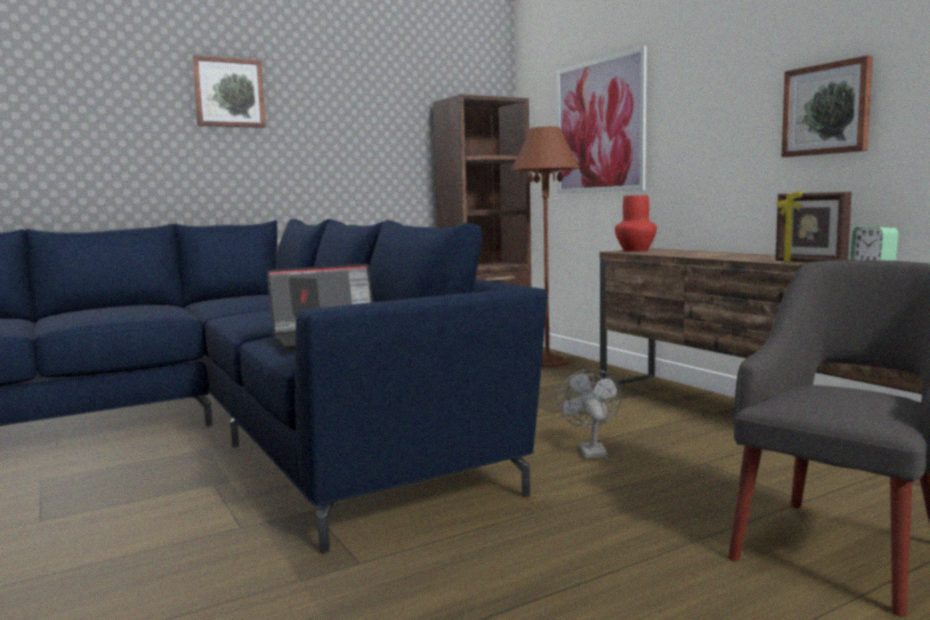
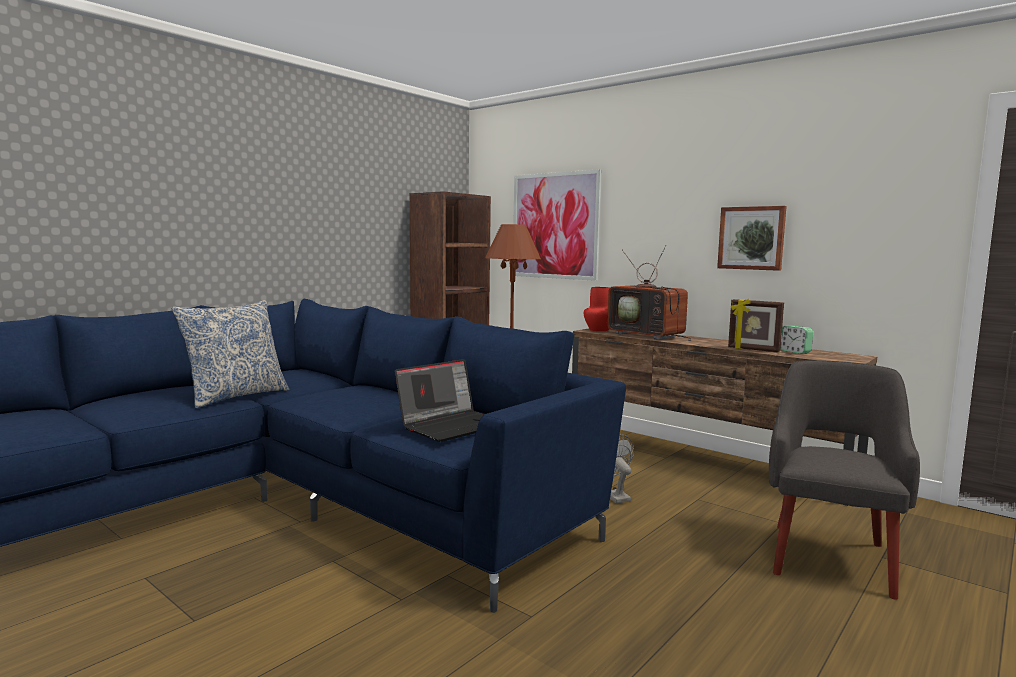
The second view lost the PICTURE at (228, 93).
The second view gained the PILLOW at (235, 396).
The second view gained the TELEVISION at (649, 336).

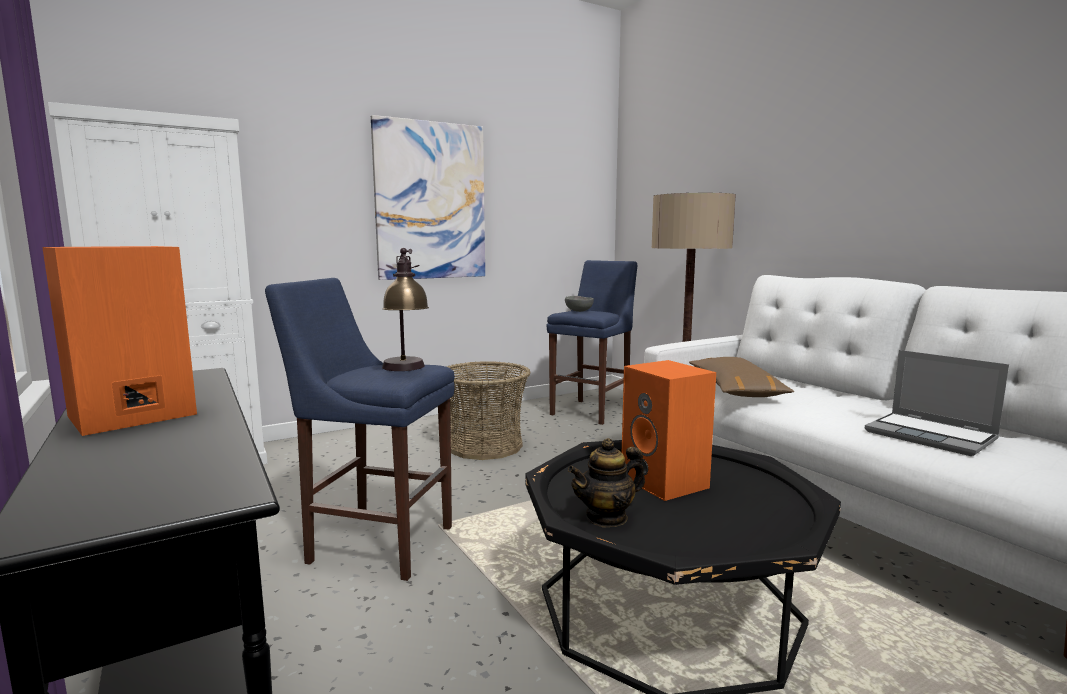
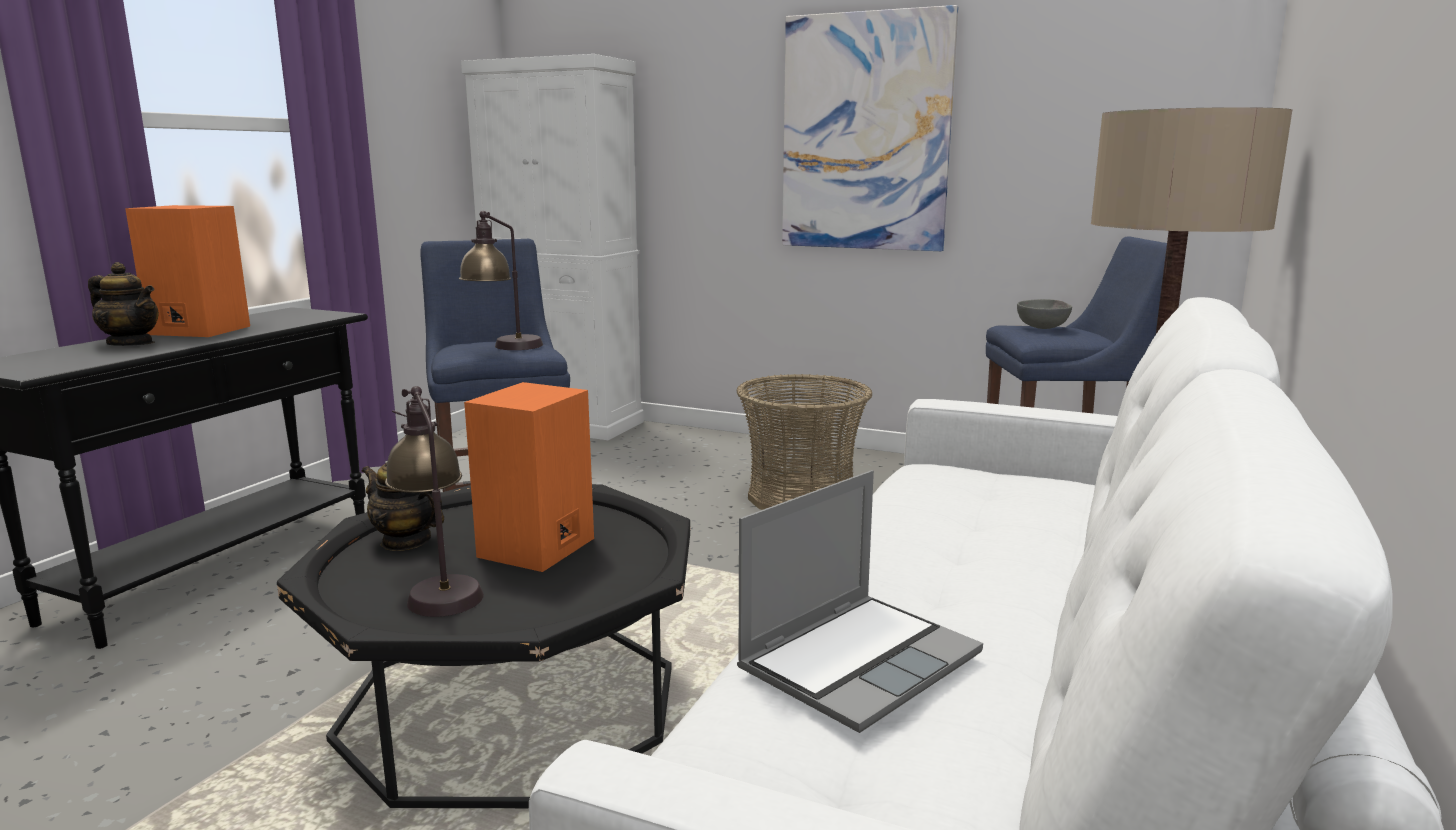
The second view lost the BROWN PILLOW at (735, 390).
The second view gained the TEAPOT at (131, 343).
The second view gained the TABLE LAMP at (438, 588).
The LAPTOP at (932, 436) ended up facing another way, 150 degrees counterclockwise from before.

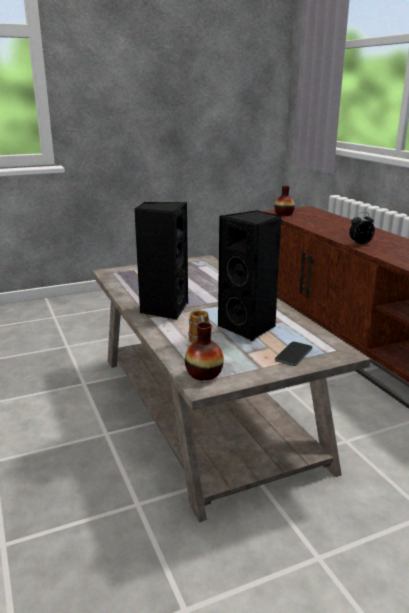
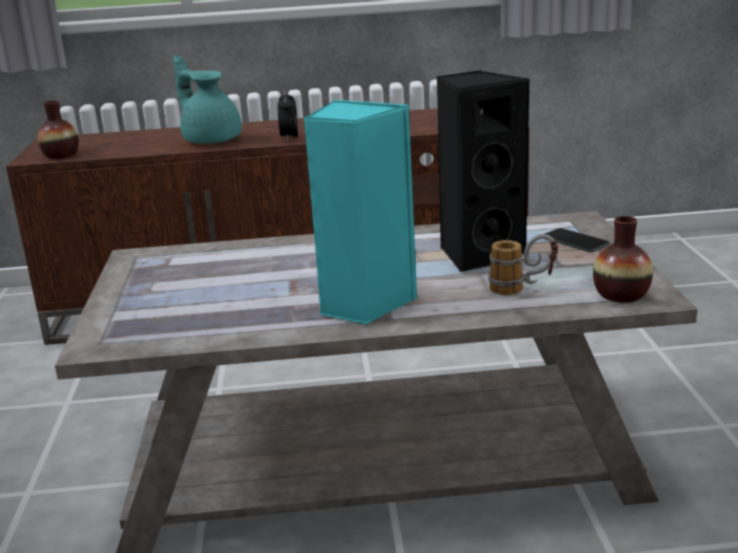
The second view gained the TURQUOISE TEAPOT at (211, 140).
What was the BLACK SPEAKER at (164, 309) turned into the TURQUOISE SPEAKER at (363, 305).

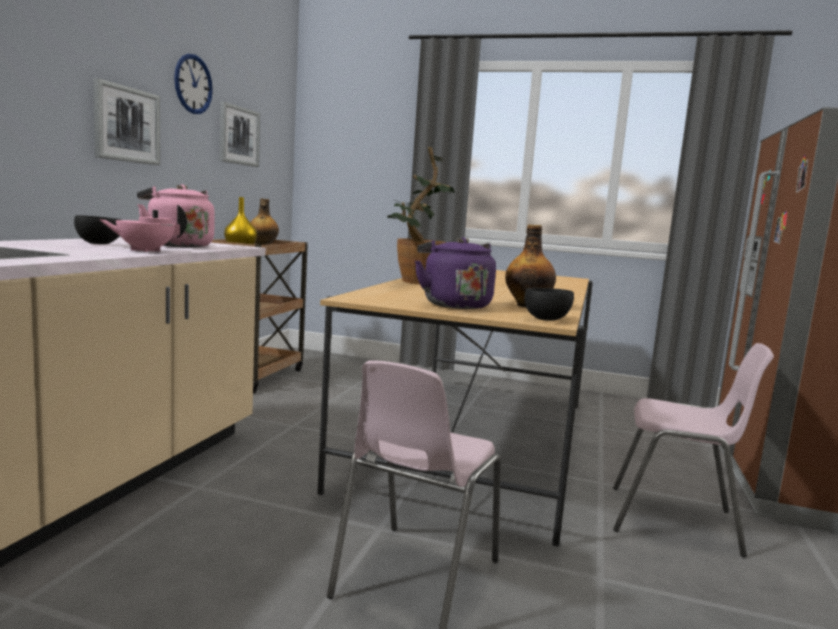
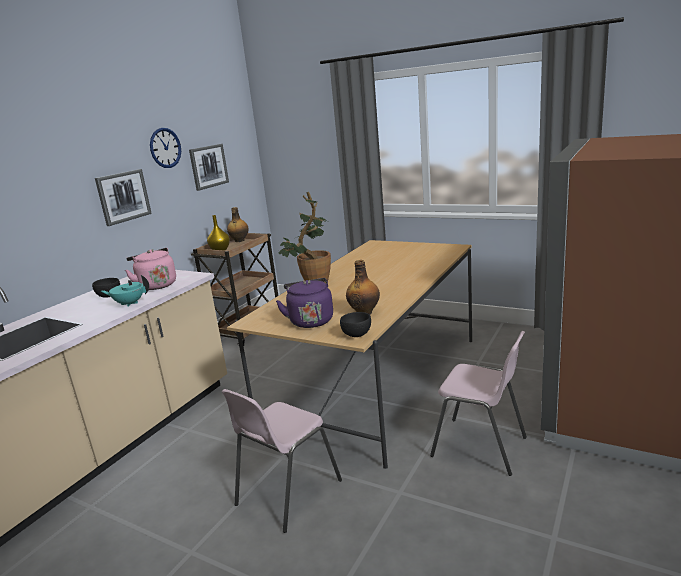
What was the PINK TEAPOT at (145, 250) turned into the TURQUOISE TEAPOT at (129, 303).

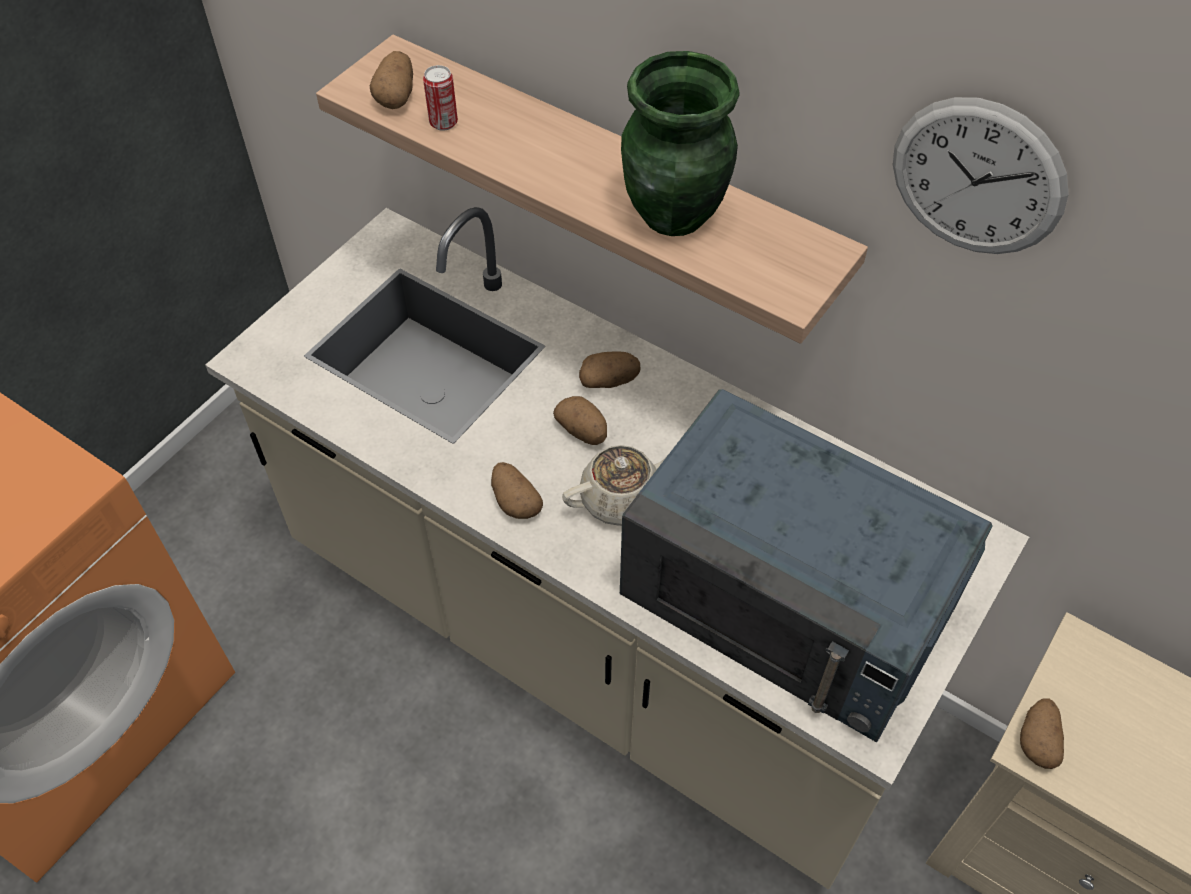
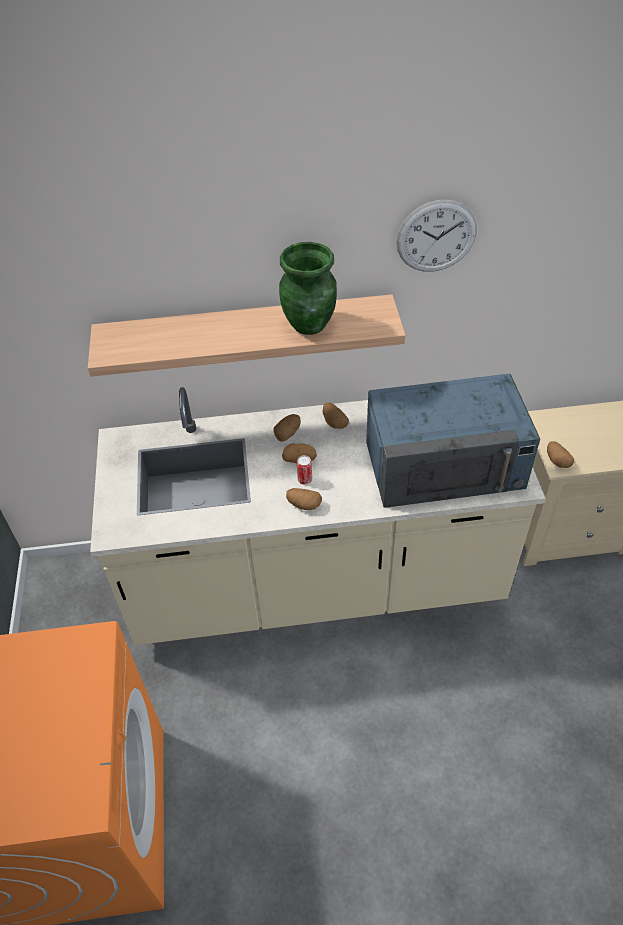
The second view lost the BEIGE TEAPOT at (622, 498).
The POTATO ended up elsewhere, having gone from (396, 96) to (334, 422).
The CAN ended up elsewhere, having gone from (443, 123) to (305, 480).

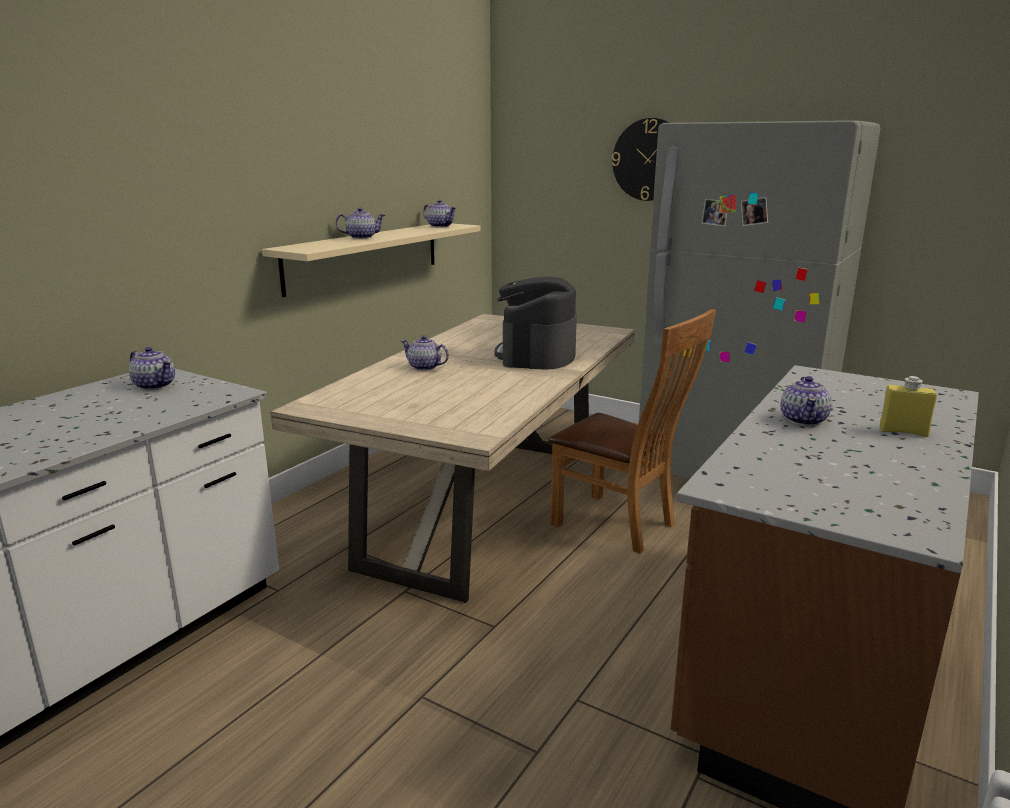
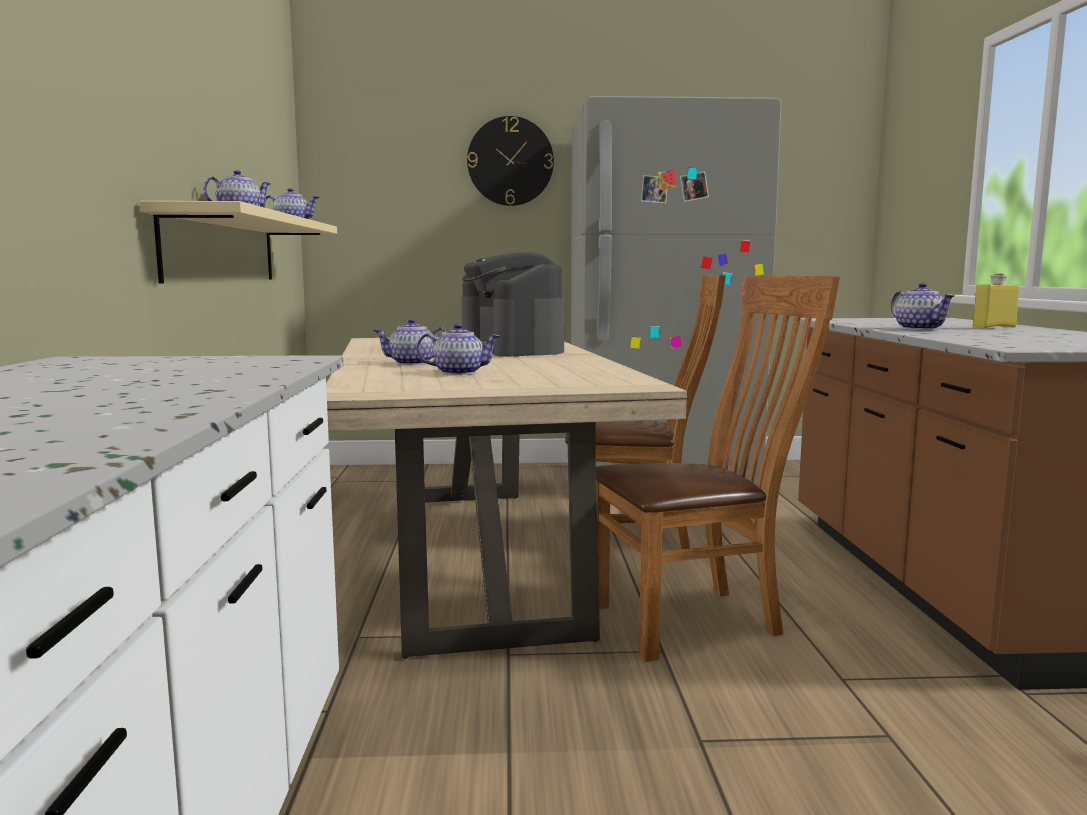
The second view gained the BROWN CHAIR at (696, 619).
The TEAPOT ended up elsewhere, having gone from (154, 385) to (458, 372).

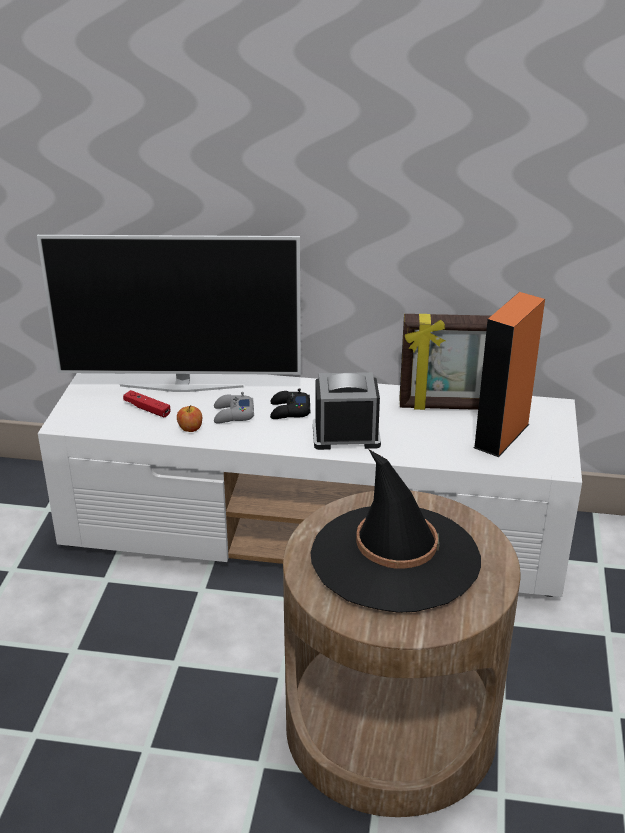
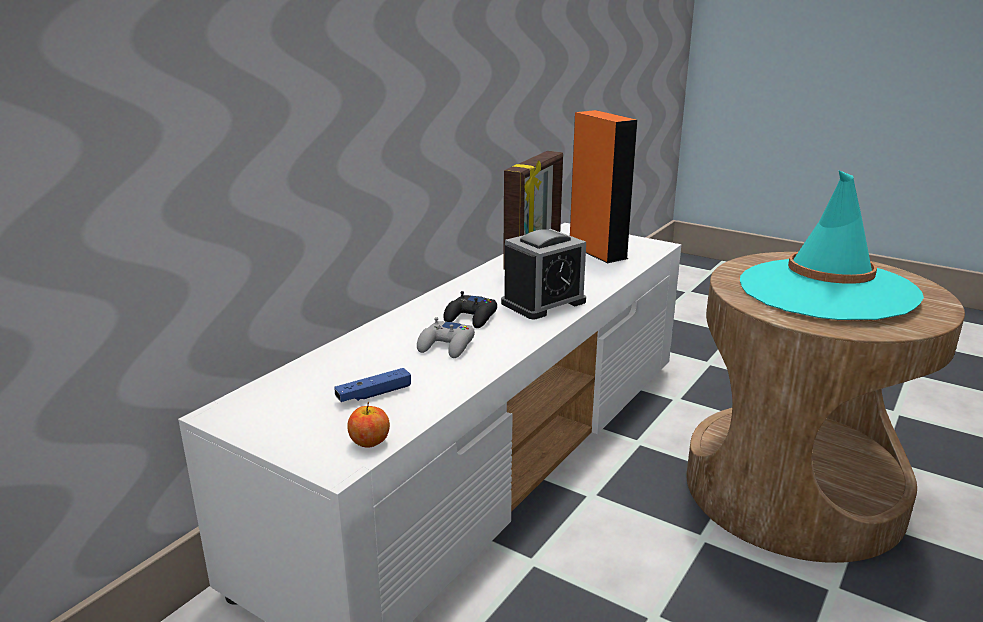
The second view lost the TELEVISION at (182, 385).
The APPLE ended up elsewhere, having gone from (190, 428) to (369, 442).
What was the RED GAME CONTROLLER at (147, 409) turned into the BLUE GAME CONTROLLER at (374, 394).
What was the BLACK HAT at (395, 557) turned into the TURQUOISE HAT at (826, 290).
The ALARM CLOCK at (346, 435) ended up facing another way, 150 degrees counterclockwise from before.

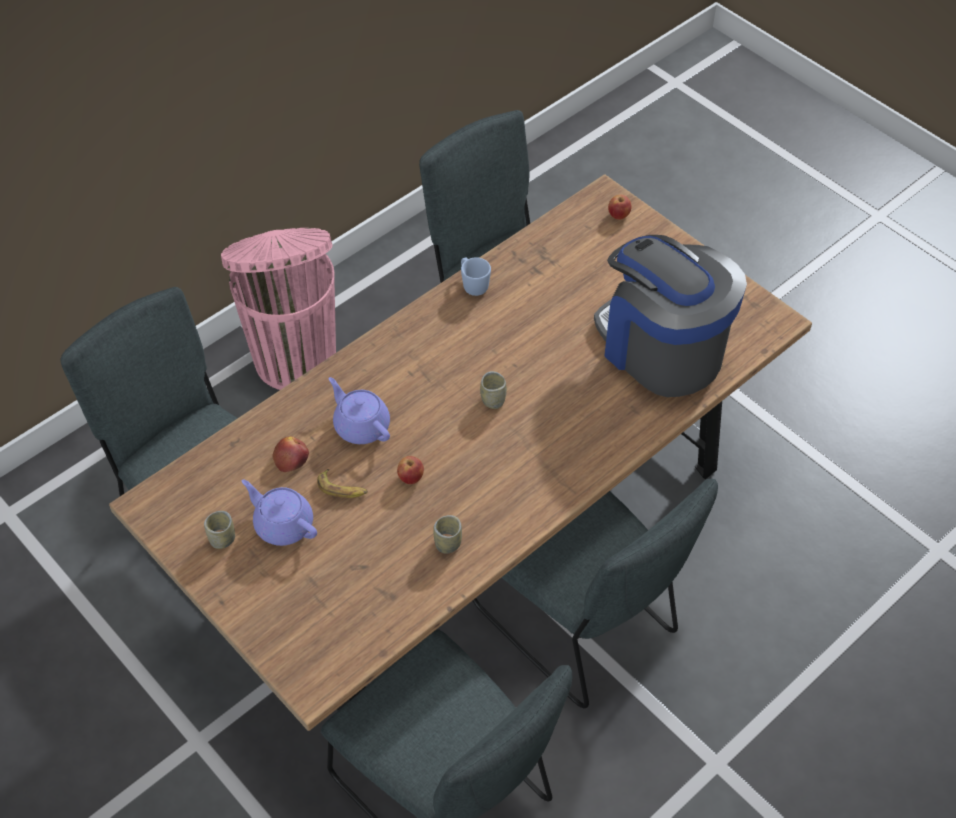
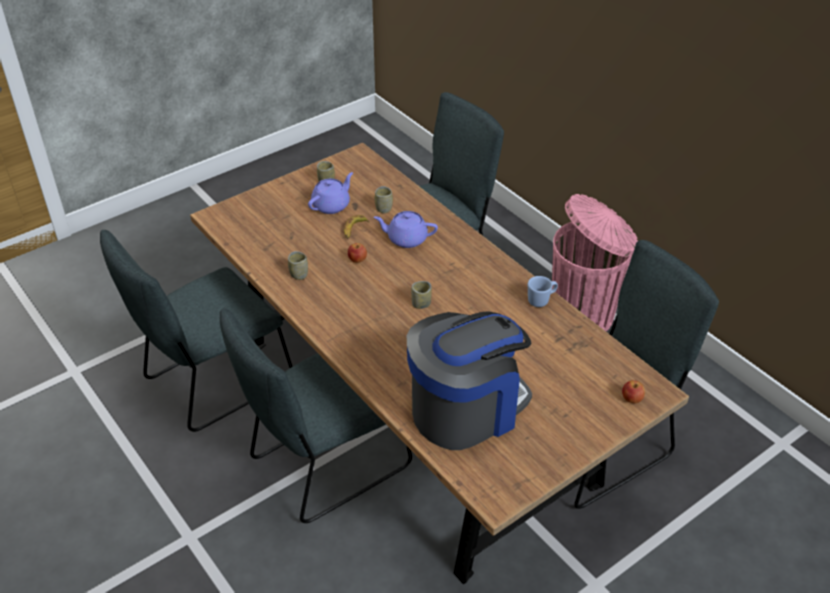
Where the APPLE stood at (291, 458), the CUP came to stand at (383, 208).
The PURPLE TEAPOT at (361, 425) ended up facing another way, 135 degrees counterclockwise from before.

